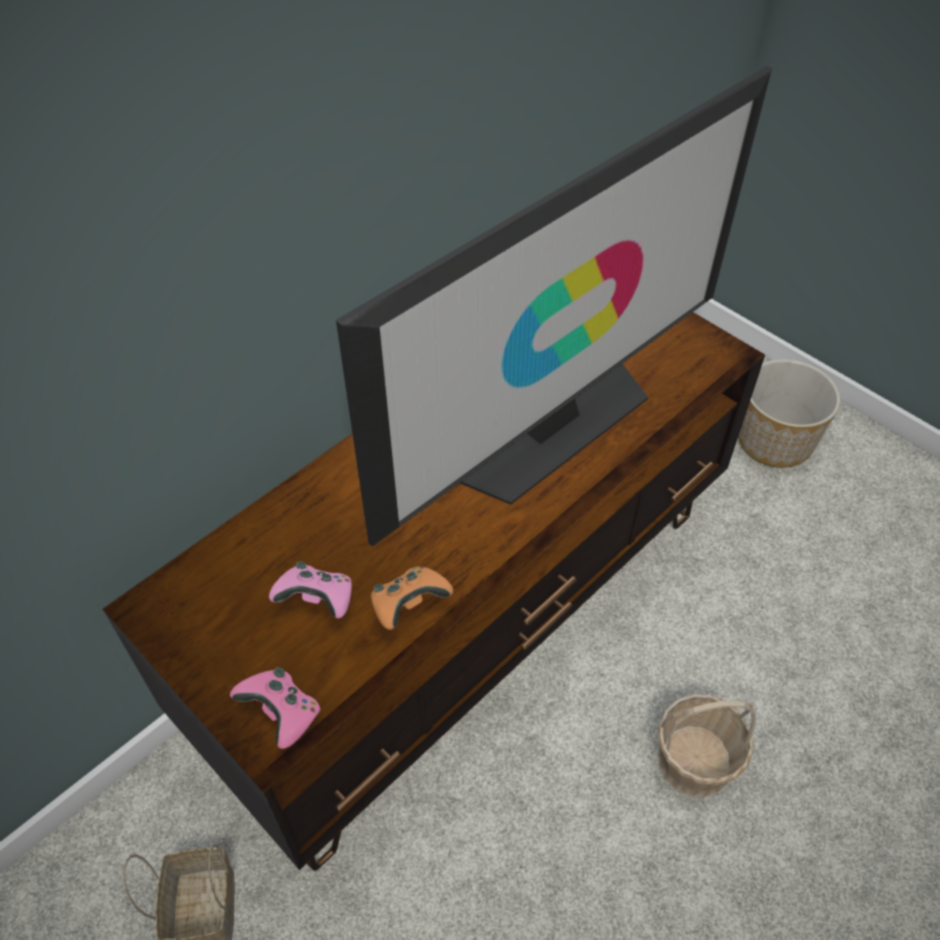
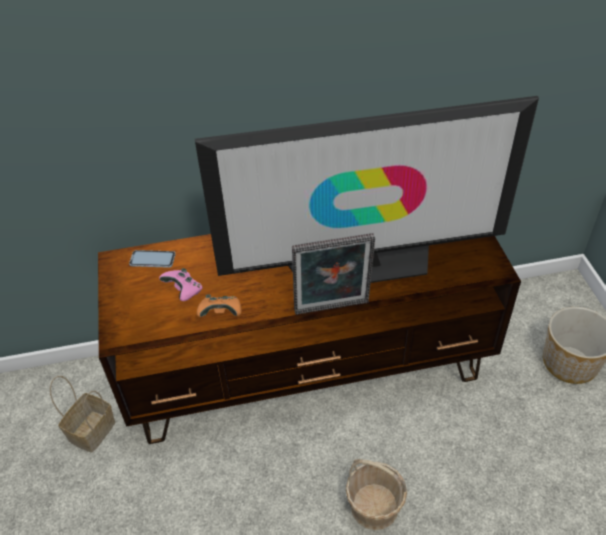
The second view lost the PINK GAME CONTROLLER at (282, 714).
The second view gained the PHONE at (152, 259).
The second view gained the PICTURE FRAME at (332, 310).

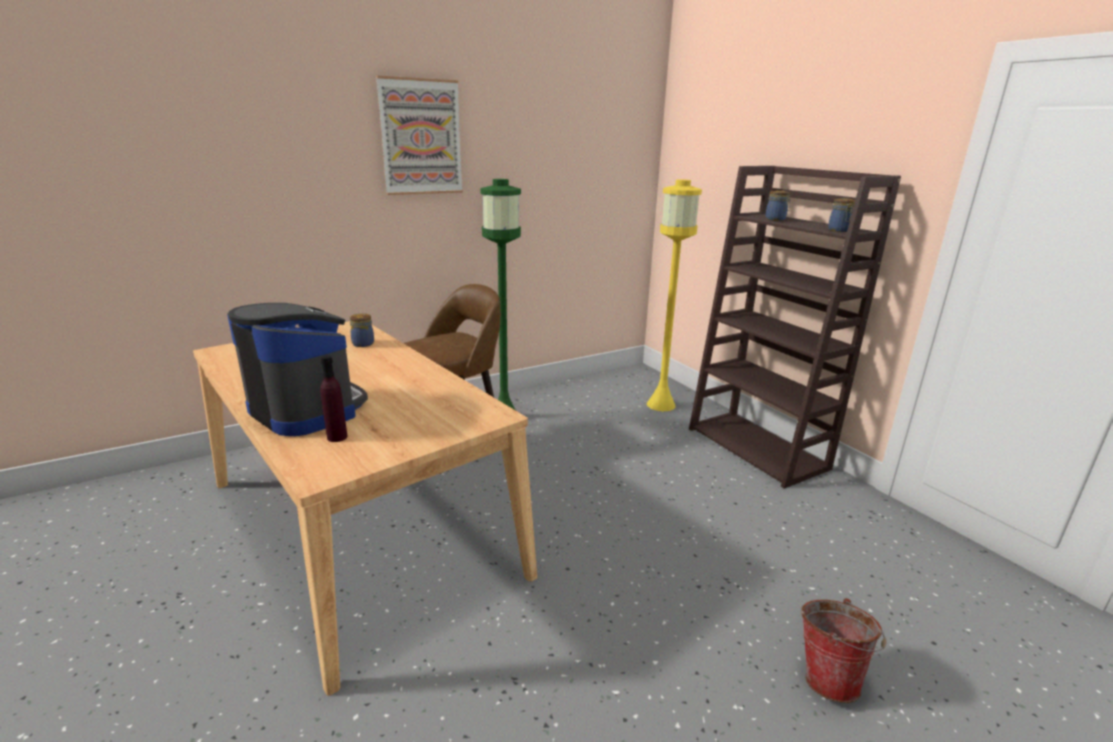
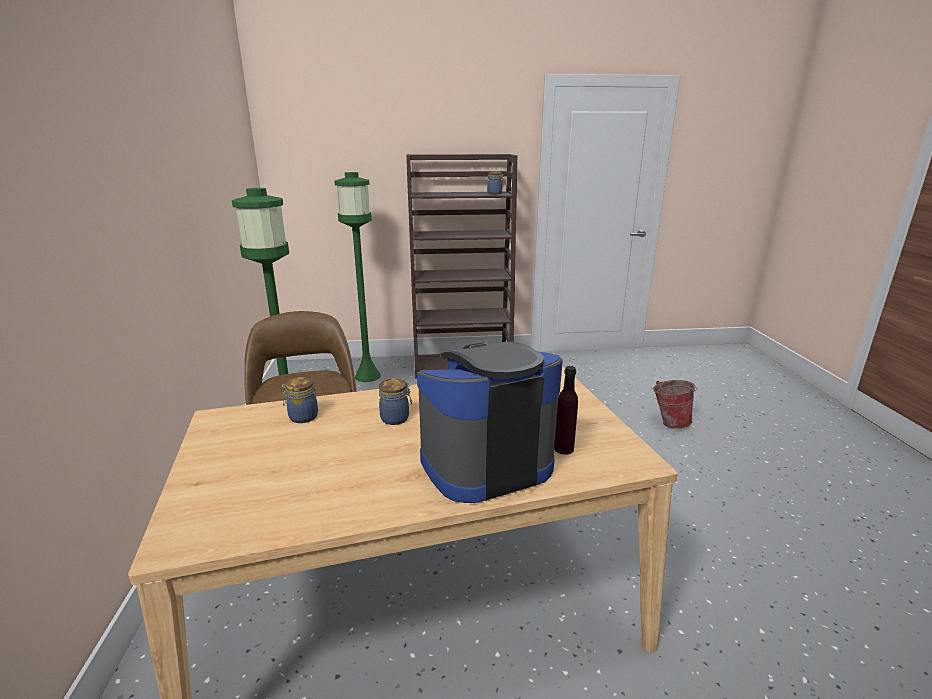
The second view lost the PICTURE at (421, 137).
The JAR ended up elsewhere, having gone from (776, 219) to (396, 418).
What was the YELLOW FLOOR LAMP at (661, 404) turned into the GREEN FLOOR LAMP at (367, 376).

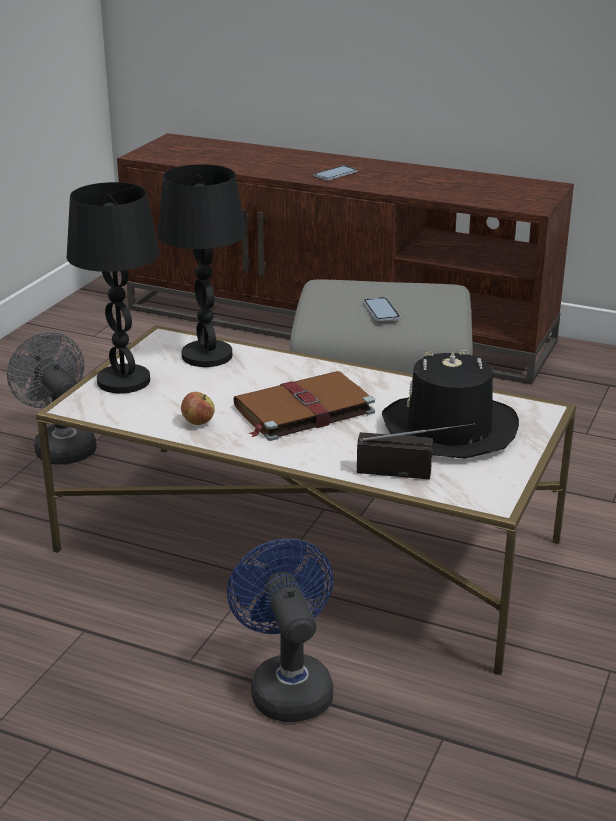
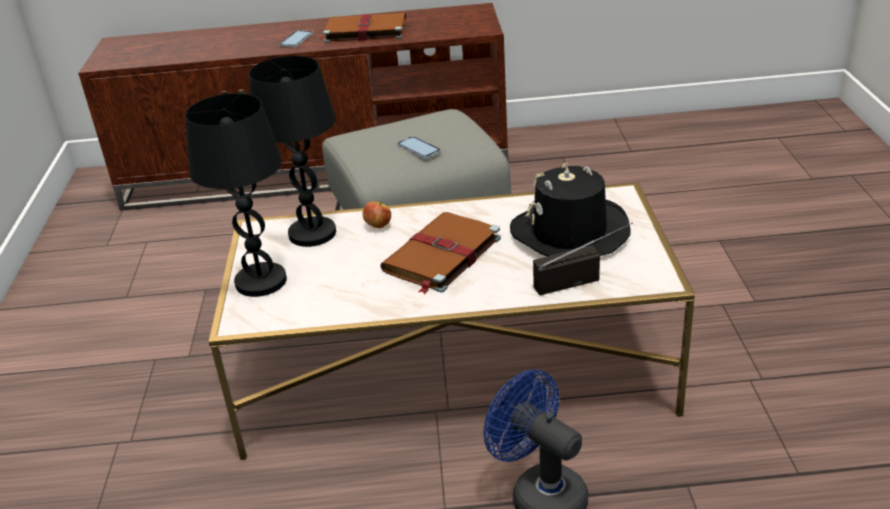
The second view lost the GREY FAN at (61, 446).
The second view gained the BROWN BOOK at (364, 31).
The APPLE ended up elsewhere, having gone from (198, 422) to (378, 226).

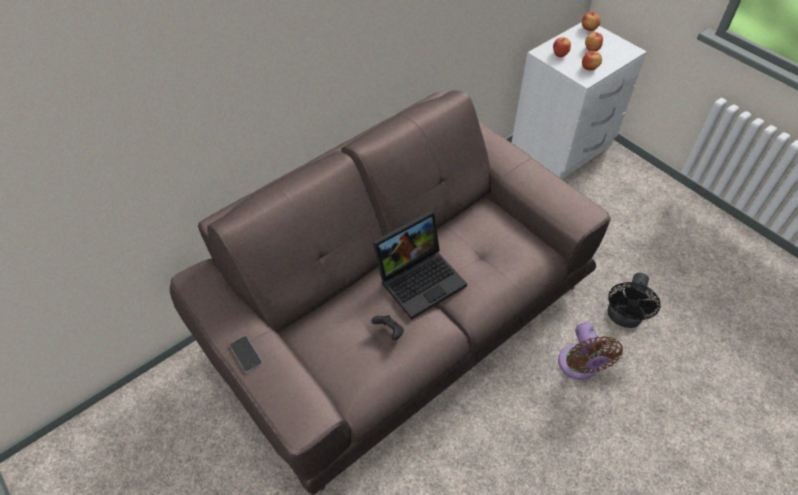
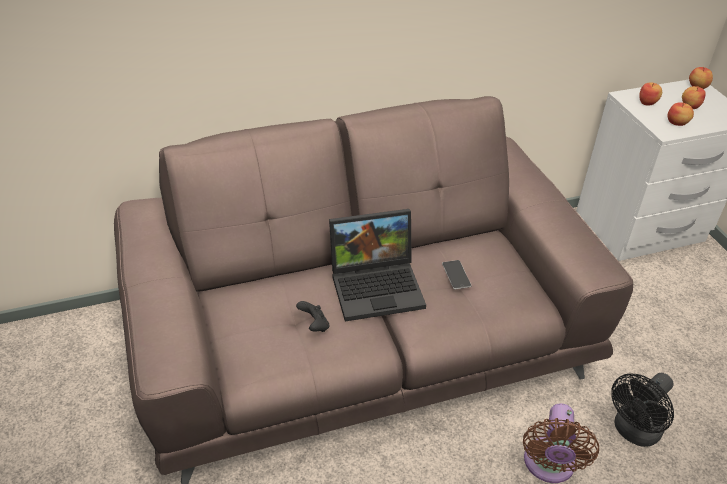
The PHONE ended up elsewhere, having gone from (246, 354) to (456, 274).

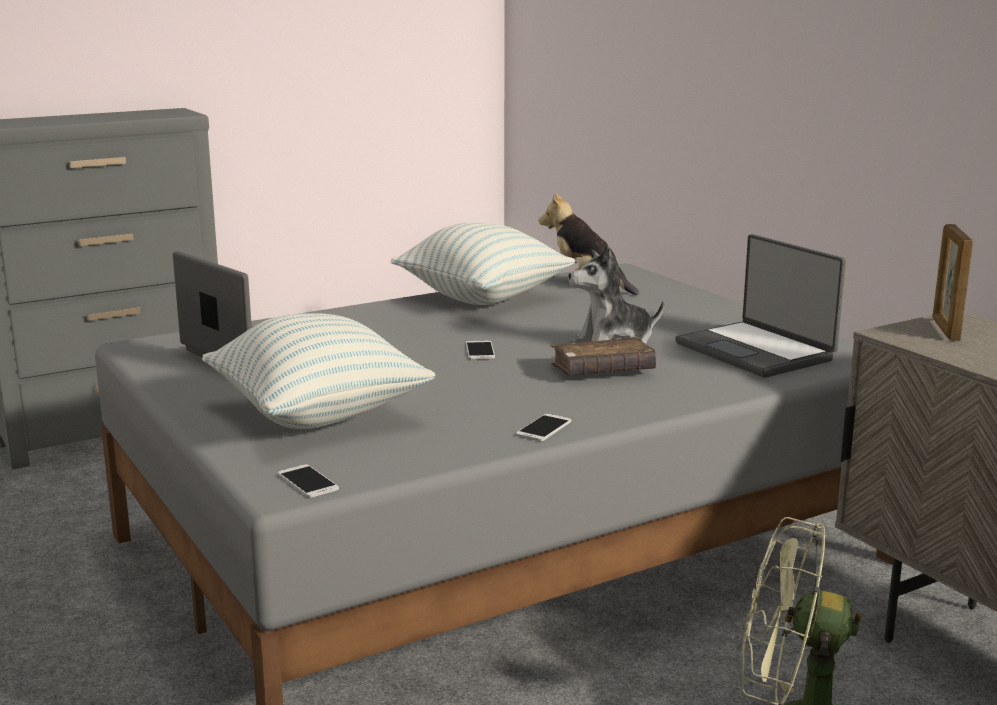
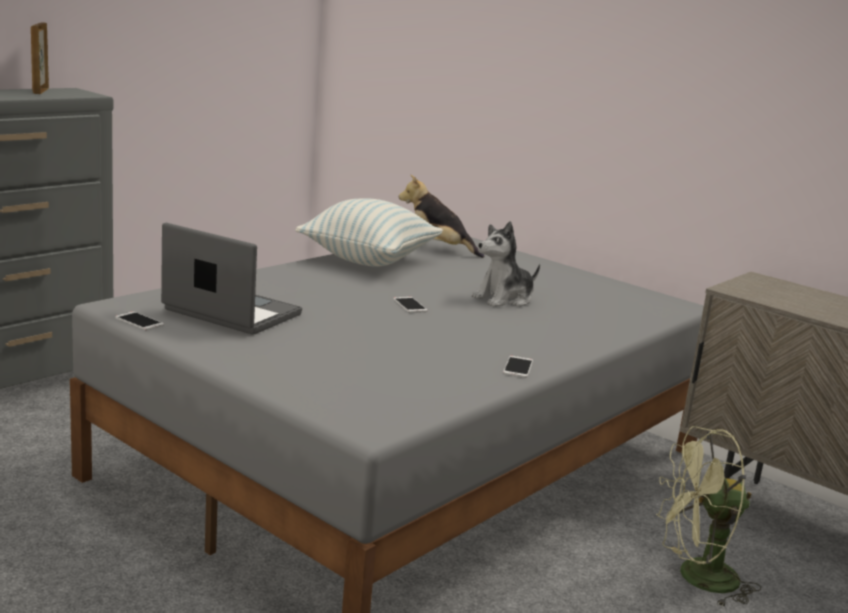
The second view lost the PILLOW at (318, 414).
The second view lost the BROWN BOOK at (602, 371).
The second view lost the LAPTOP at (756, 351).
The PHONE ended up elsewhere, having gone from (308, 482) to (139, 321).
The PICTURE FRAME ended up elsewhere, having gone from (945, 330) to (40, 91).

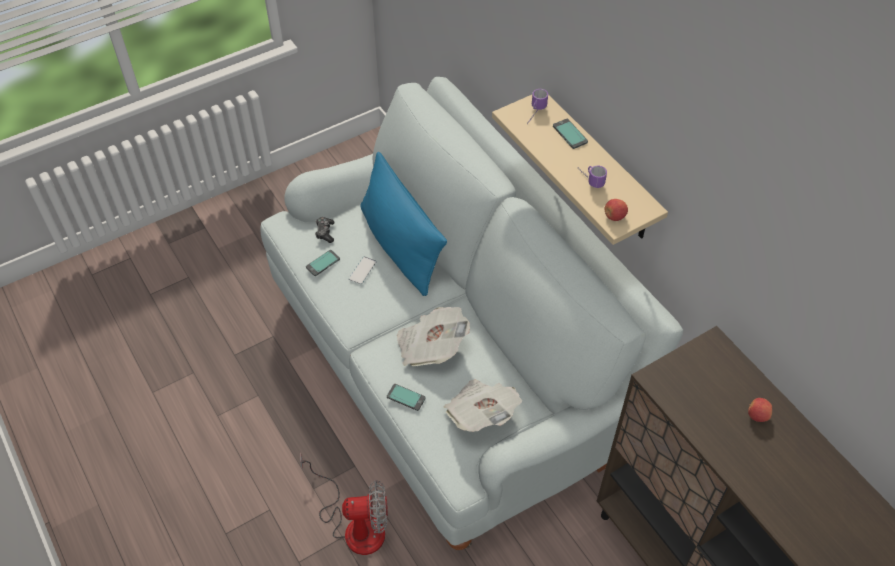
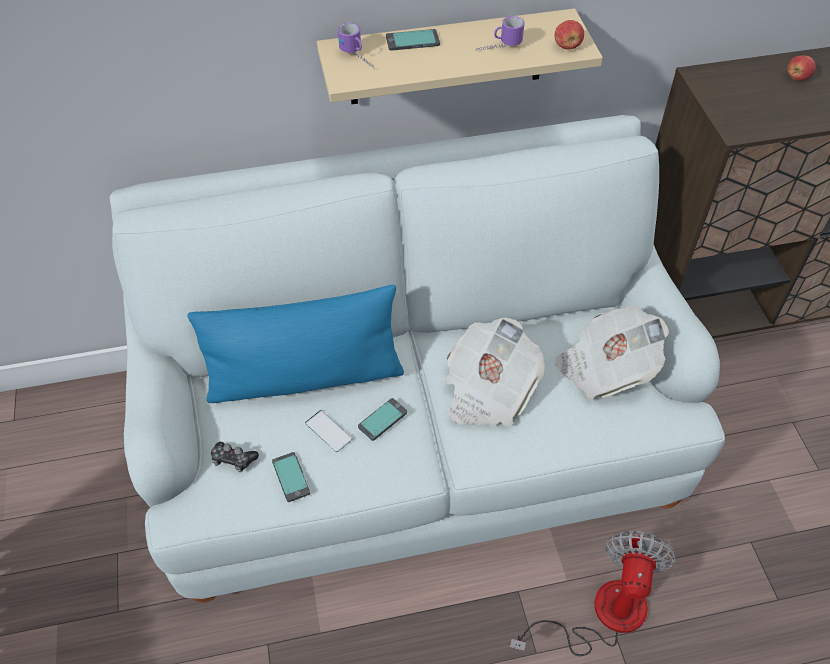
The PHONE ended up elsewhere, having gone from (406, 397) to (382, 419).

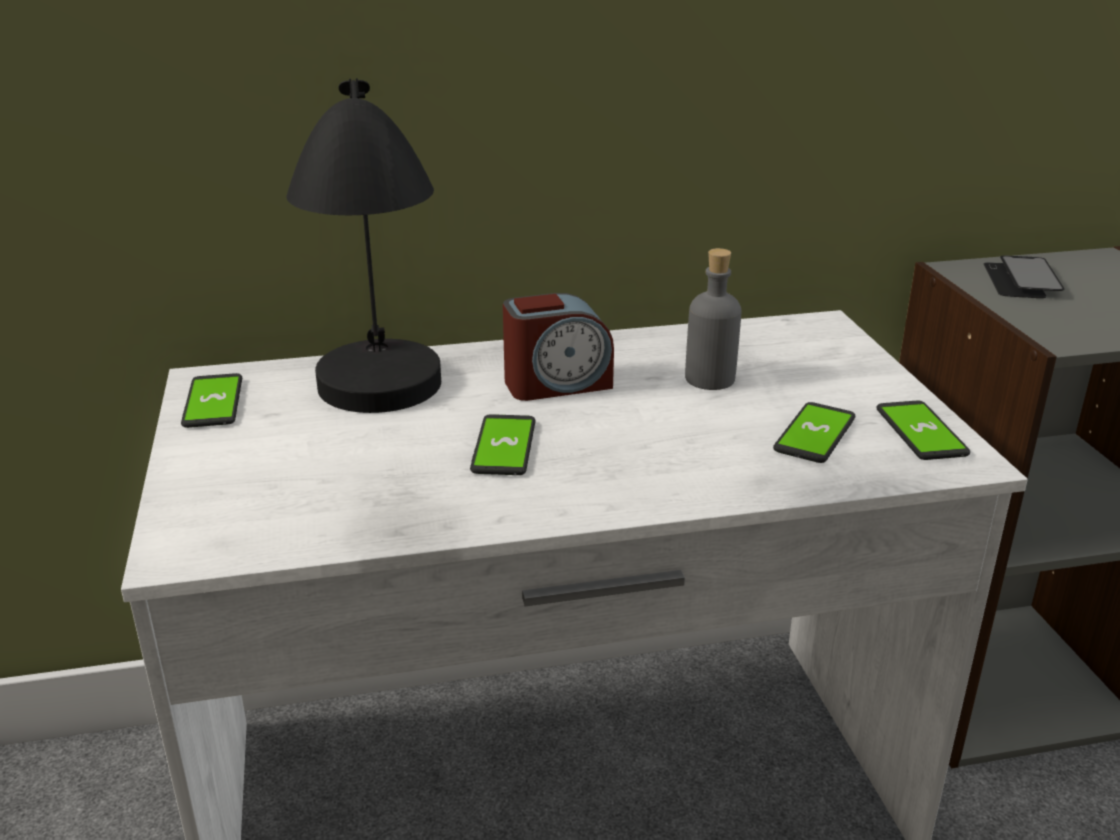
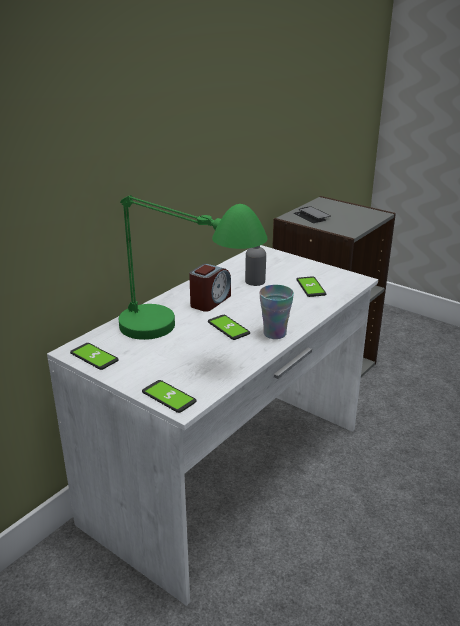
The second view gained the CUP at (274, 333).
The PHONE ended up elsewhere, having gone from (920, 432) to (168, 397).
What was the BLACK TABLE LAMP at (384, 437) turned into the GREEN TABLE LAMP at (183, 342).

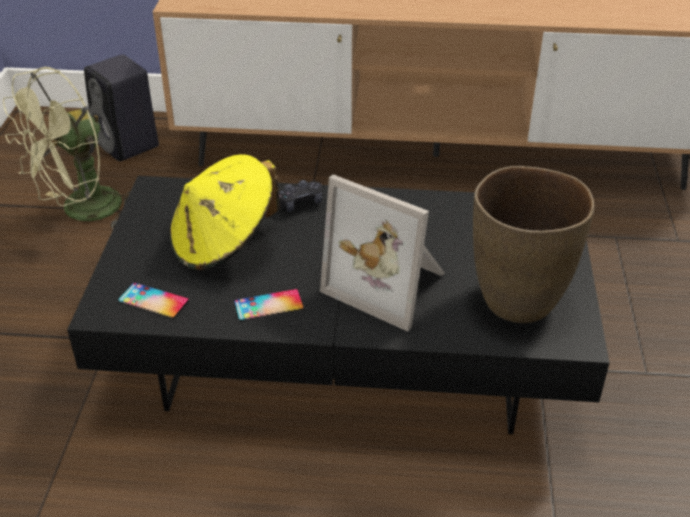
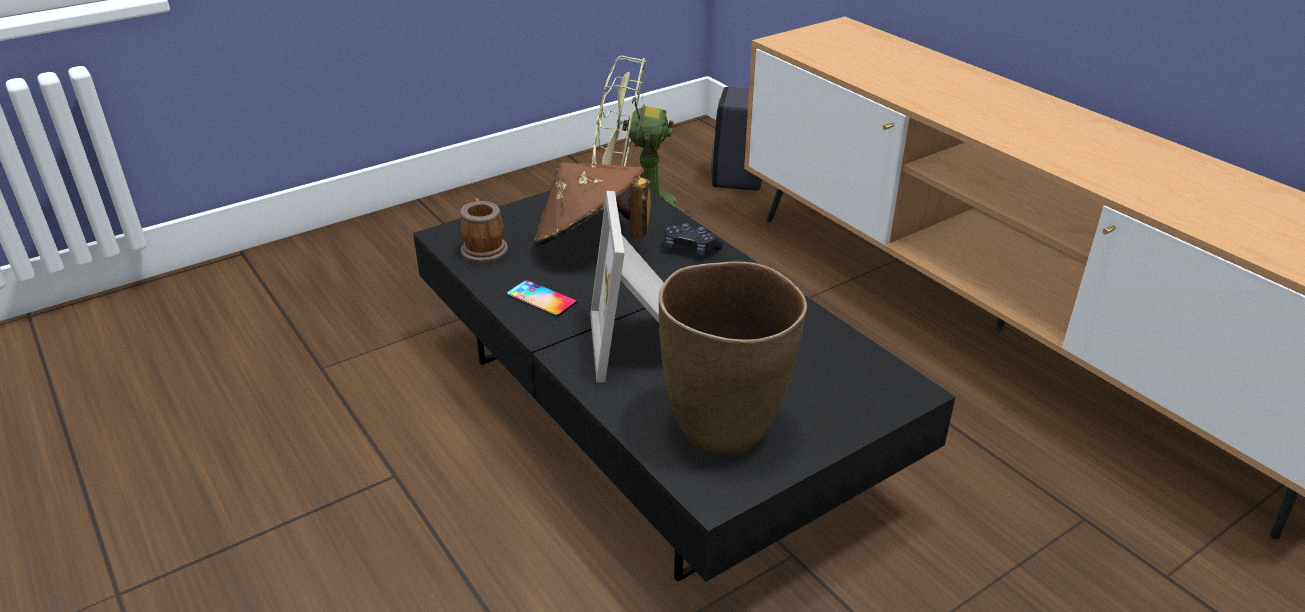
Where the PHONE stood at (153, 301), the MUG came to stand at (483, 248).
What was the YELLOW HAT at (224, 242) turned into the BROWN HAT at (590, 242).

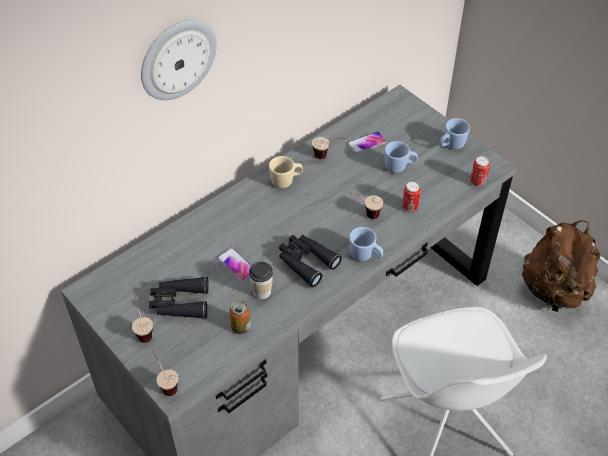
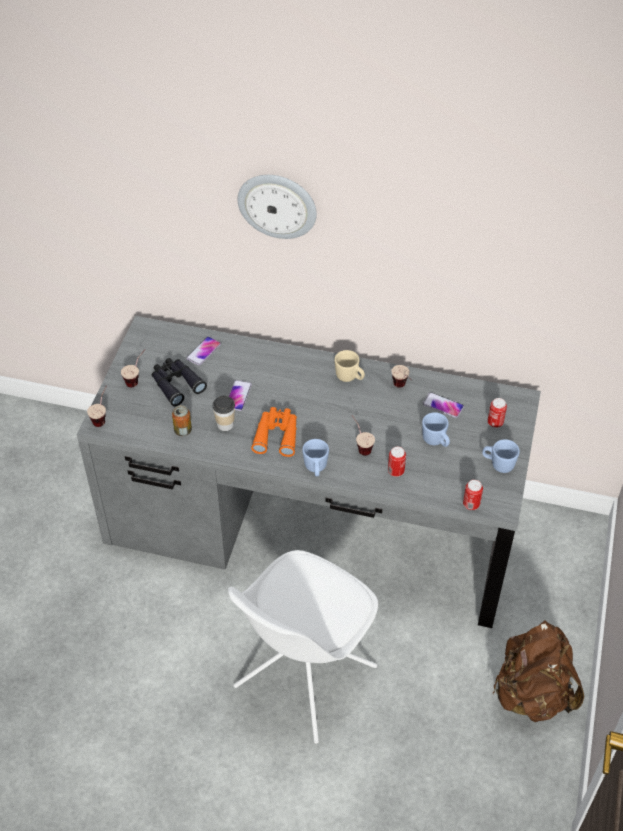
The second view gained the PHONE at (203, 351).
The second view gained the CAN at (495, 423).
What was the BLACK BINOCULARS at (306, 262) turned into the ORANGE BINOCULARS at (277, 435).

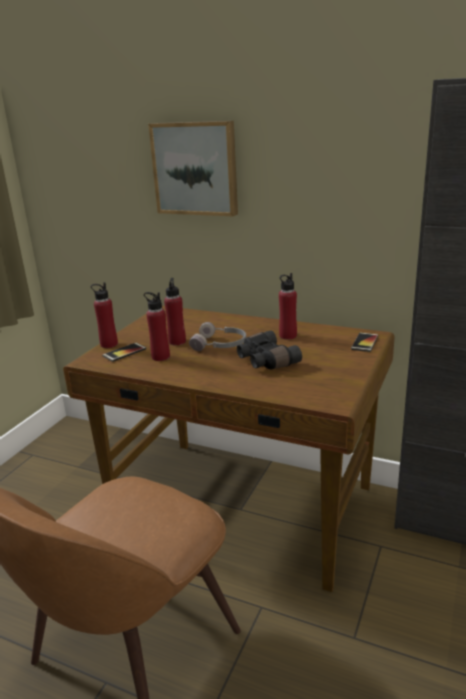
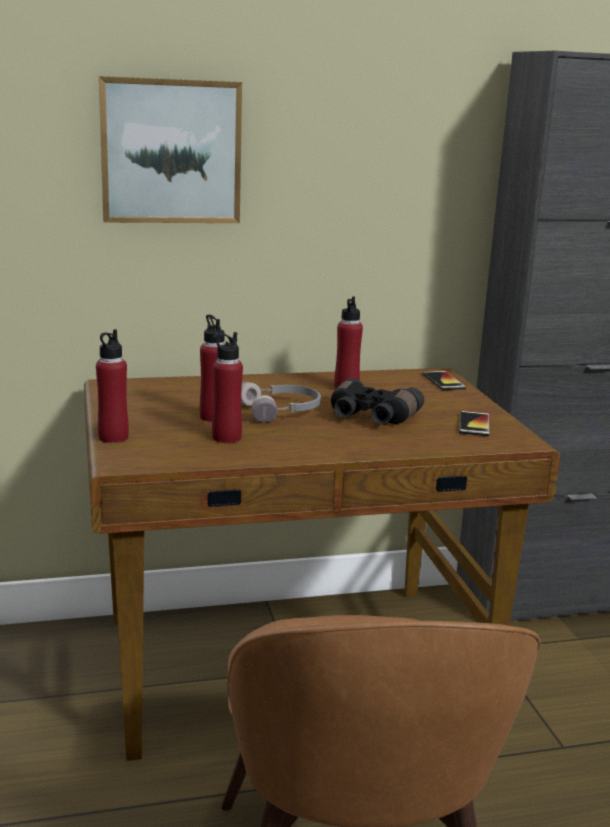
The PHONE ended up elsewhere, having gone from (124, 352) to (474, 424).

